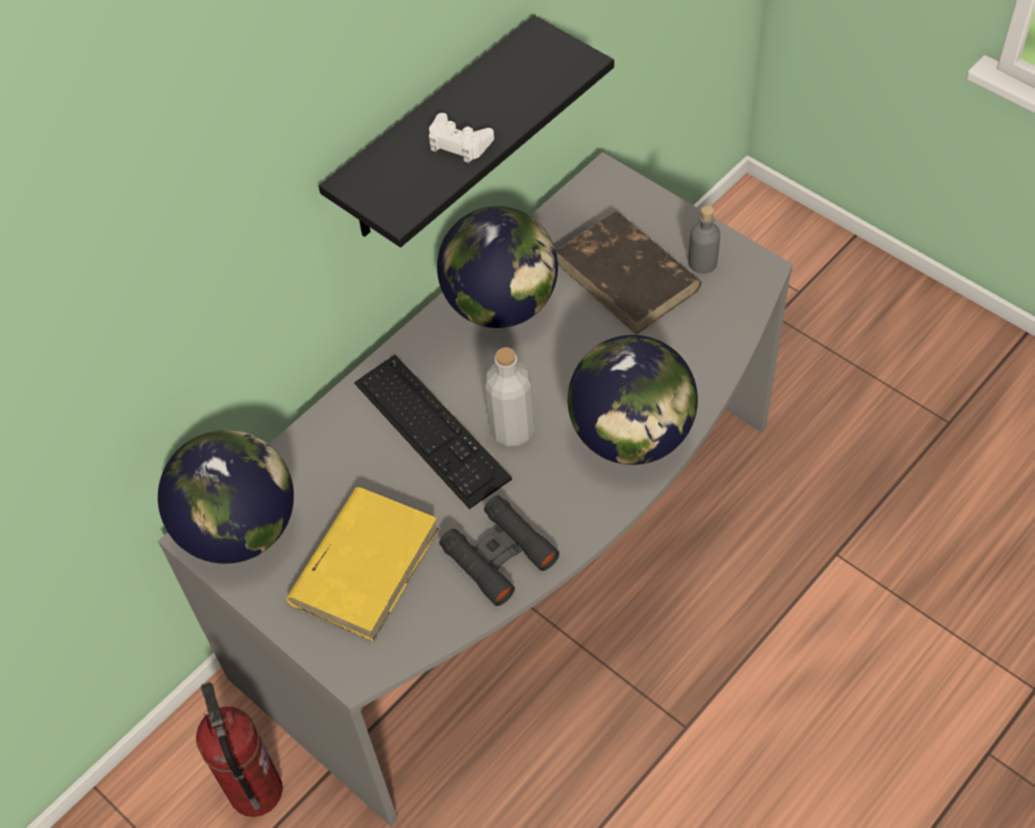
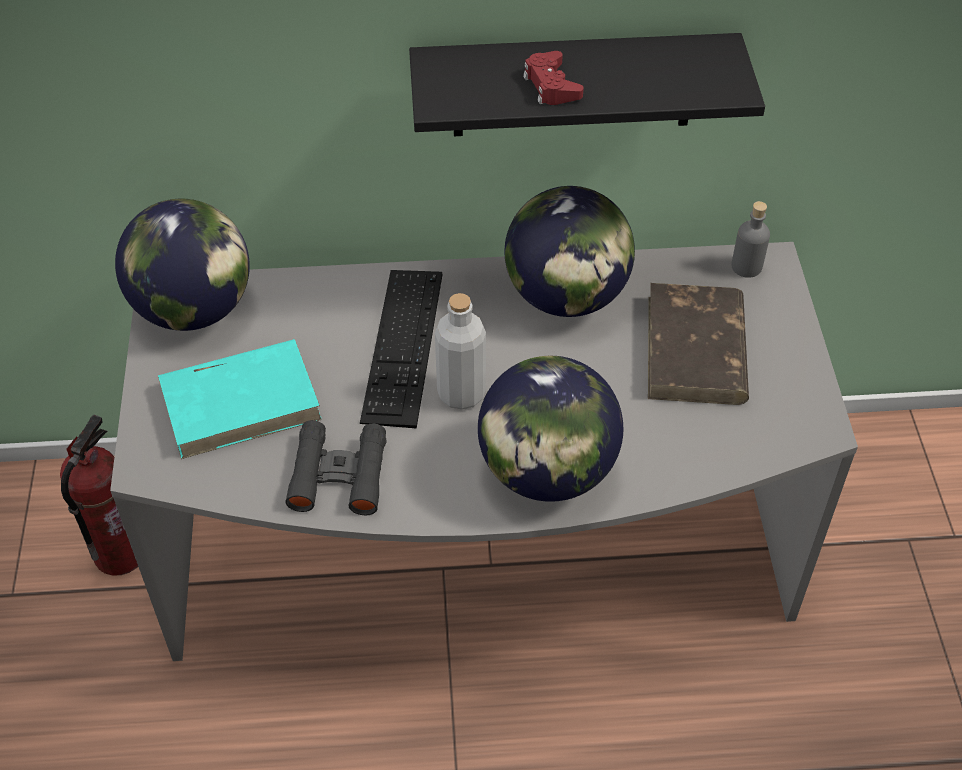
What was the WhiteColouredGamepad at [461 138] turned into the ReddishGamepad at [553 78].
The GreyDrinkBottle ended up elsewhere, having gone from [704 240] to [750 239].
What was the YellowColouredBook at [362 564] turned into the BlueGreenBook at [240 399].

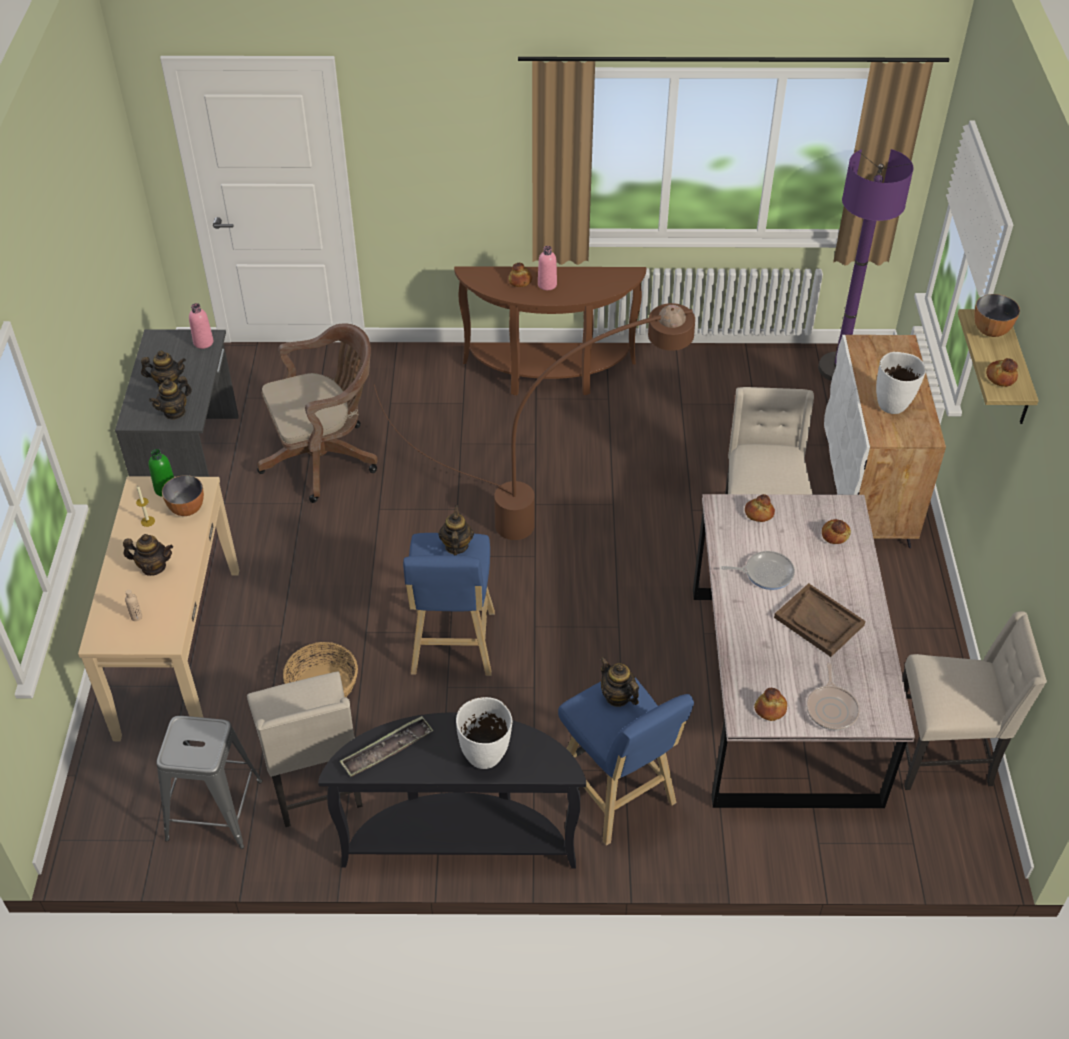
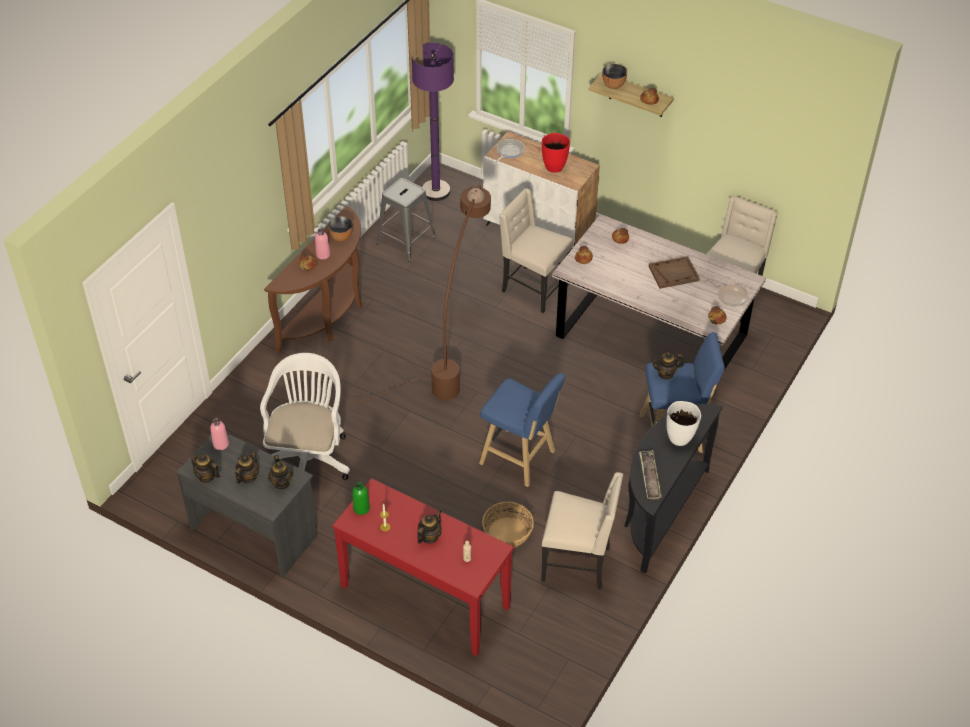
What was the BrownComputerChair at [317 413] turned into the WhiteColouredComputerChair at [305 416].
What was the WhiteColouredVase at [901 383] turned into the ReddishVase at [556 153].
The DeepDish ended up elsewhere, having gone from [183 495] to [340 228].
What was the BeigeColouredHallTable at [158 609] turned into the ReddishHallTable at [423 567].
The PotForTea ended up elsewhere, having gone from [456 530] to [205 468].
The FryingPan ended up elsewhere, having gone from [758 570] to [510 150].
The GreyStool ended up elsewhere, having gone from [209 782] to [406 220].

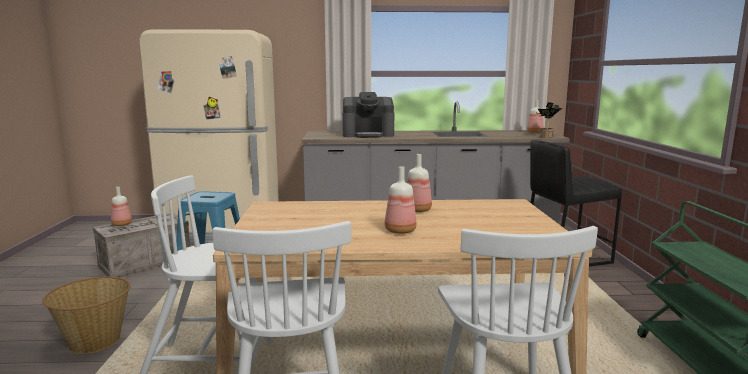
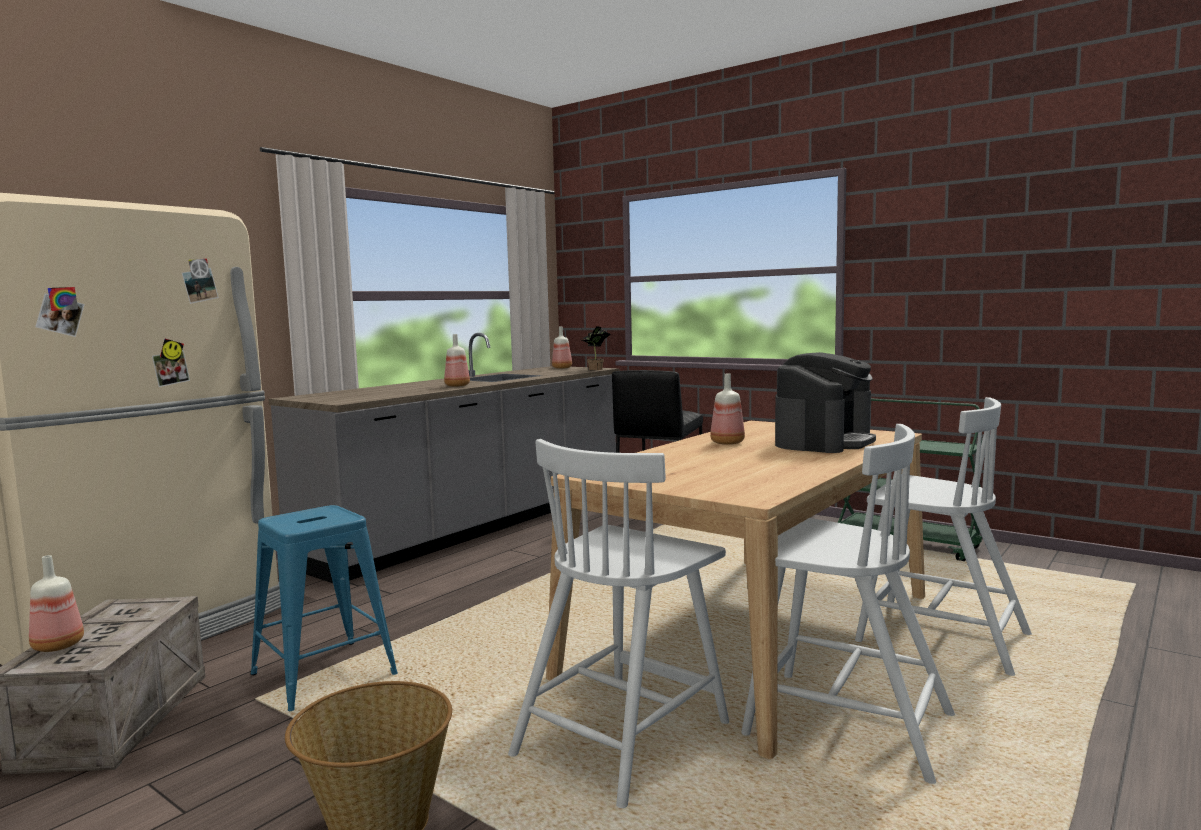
The CoffeeBrewer ended up elsewhere, having gone from [368 115] to [825 402].
The DrinkBottle ended up elsewhere, having gone from [400 200] to [457 360].

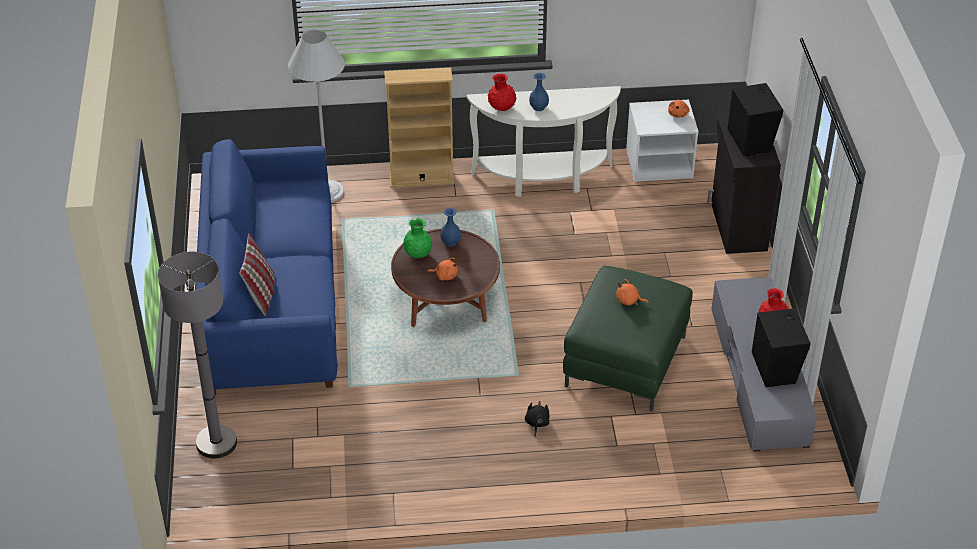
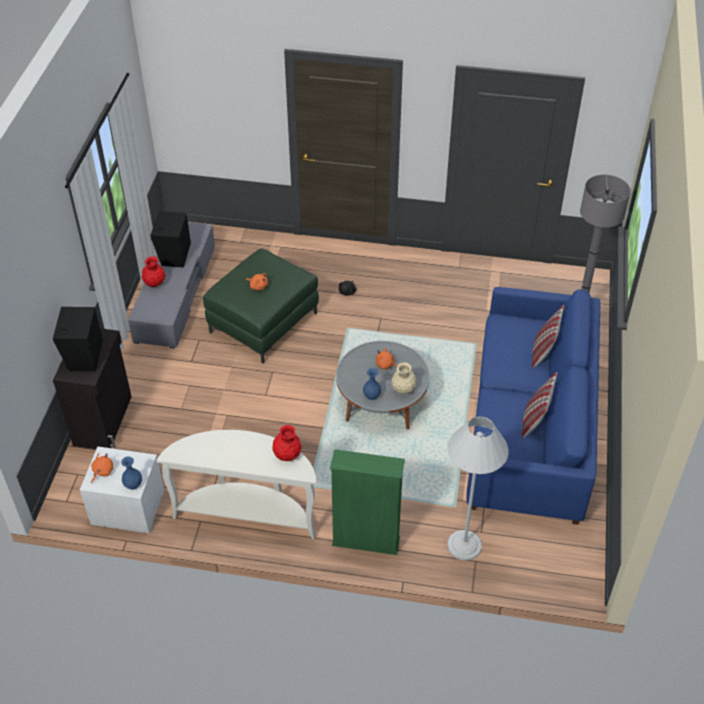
What was the BeigeColouredBookcase at [419 128] turned into the GreenColouredBookcase at [367 502].
The BlueVase ended up elsewhere, having gone from [539 92] to [131 473].
What was the GreenColouredVase at [417 238] turned into the BeigeColouredVase at [404 378].
What was the BrownLowTable at [445 278] turned into the GreyLowTable at [383 385].
The second view gained the Pillow at [539 405].

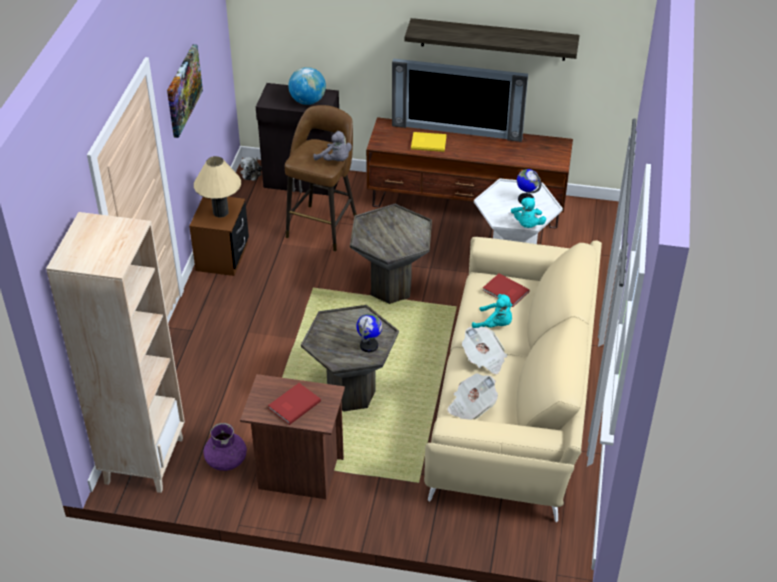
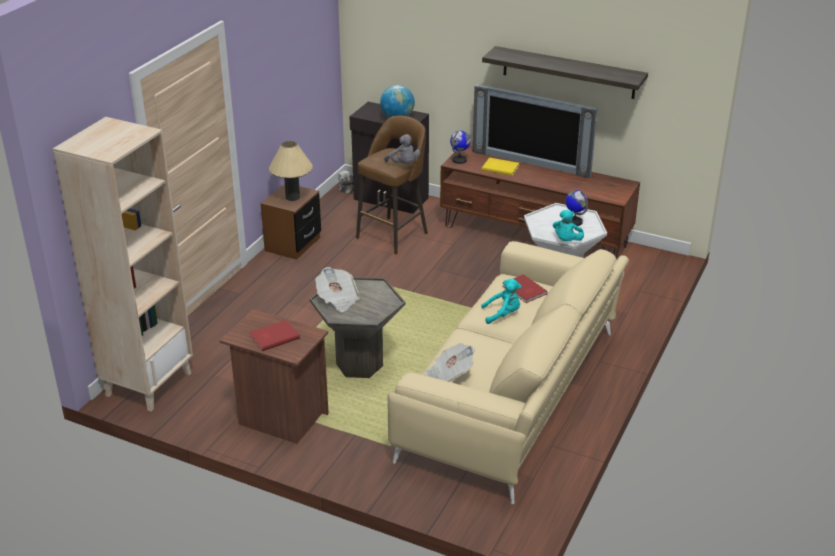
The second view lost the Picture at [185 91].
The second view lost the GreySideTable at [391 254].
The BlueGreenCuddlyToy at [492 311] ended up facing another way, 45 degrees counterclockwise from before.
The WorldGlobe ended up elsewhere, having gone from [369 332] to [460 147].
The PrintedPaper ended up elsewhere, having gone from [484 350] to [337 289].
The second view lost the PurplishVase at [225 447].

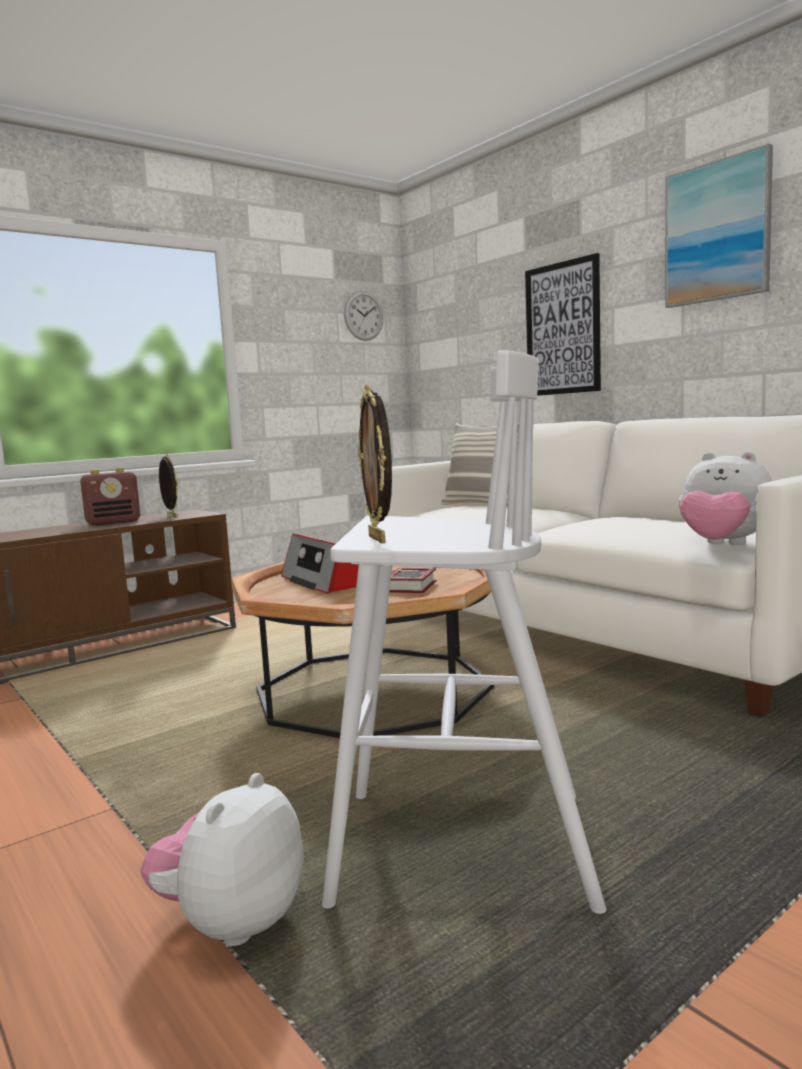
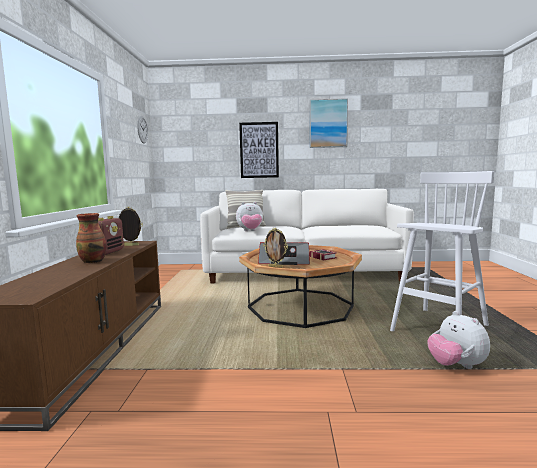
The PhotoFrame ended up elsewhere, having gone from [375 464] to [275 248].
The CuddlyToy ended up elsewhere, having gone from [725 498] to [249 216].
The second view gained the Vase at [91 238].

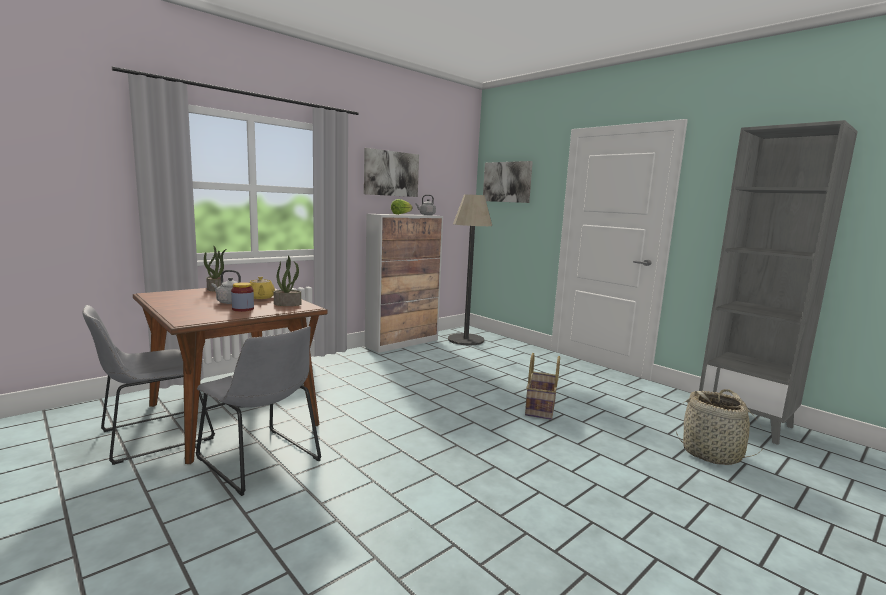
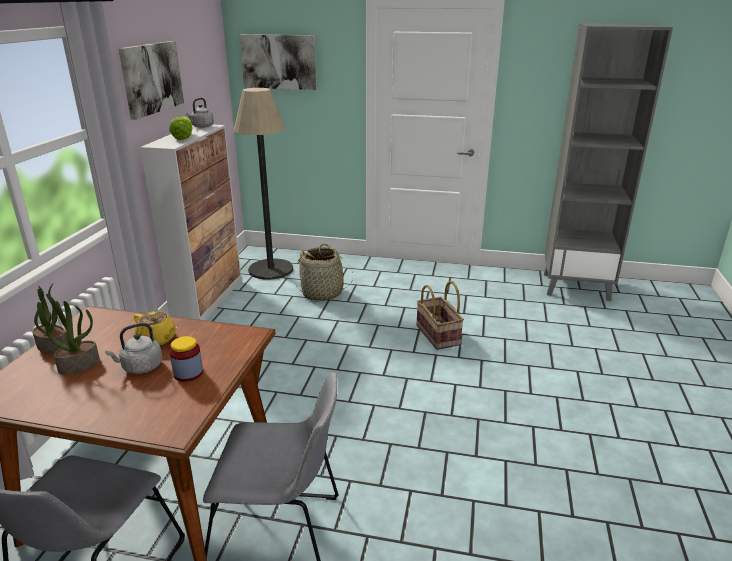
The PottedPlant ended up elsewhere, having gone from [287 281] to [73 338].
The StorageBasket ended up elsewhere, having gone from [720 427] to [324 272].

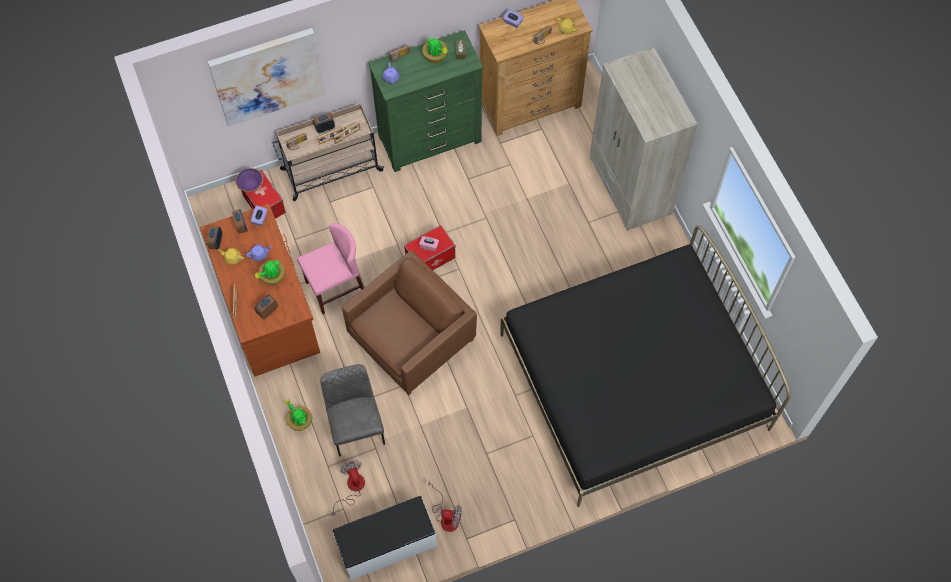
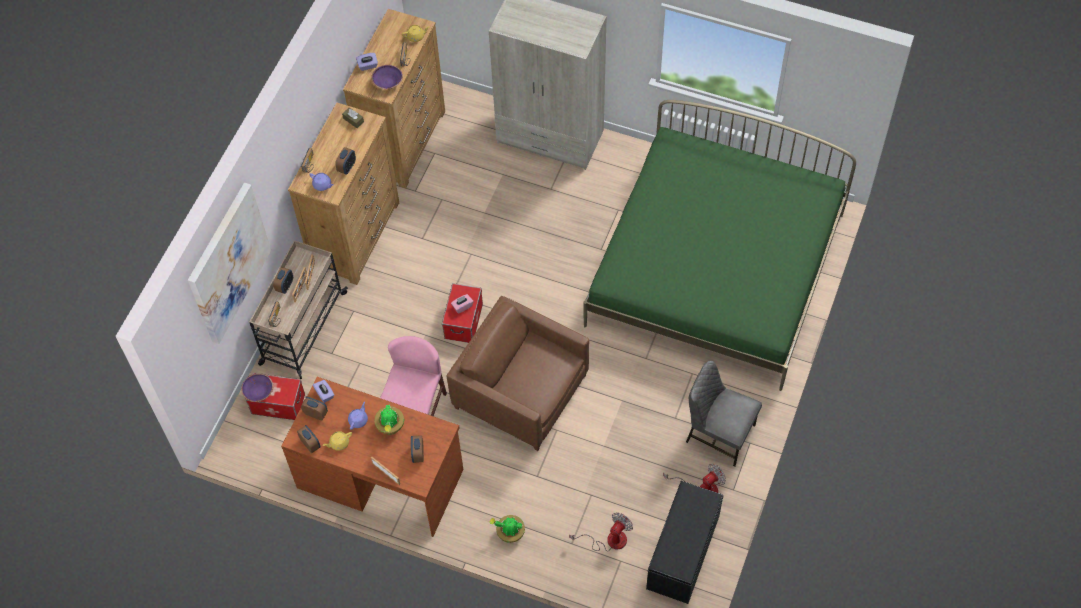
What was the GreenColouredChestOfDrawers at [425 101] turned into the BrownChestOfDrawers at [343 193].
The second view lost the PottedPlant at [435 51].
What was the BlackBedroomBed at [645 366] turned into the GreenColouredBedroomBed at [720 245].
The BrownArmchair at [409 323] ended up facing another way, 60 degrees counterclockwise from before.
The GreyPlainChair ended up elsewhere, having gone from [352 410] to [724 413].
The CoolingFan at [348 488] ended up facing another way, 105 degrees clockwise from before.
What was the WhiteColouredBench at [385 538] turned into the BlackBench at [684 542].
The second view gained the PurplishDeepDish at [387 77].
The second view gained the TableClock at [345 160].

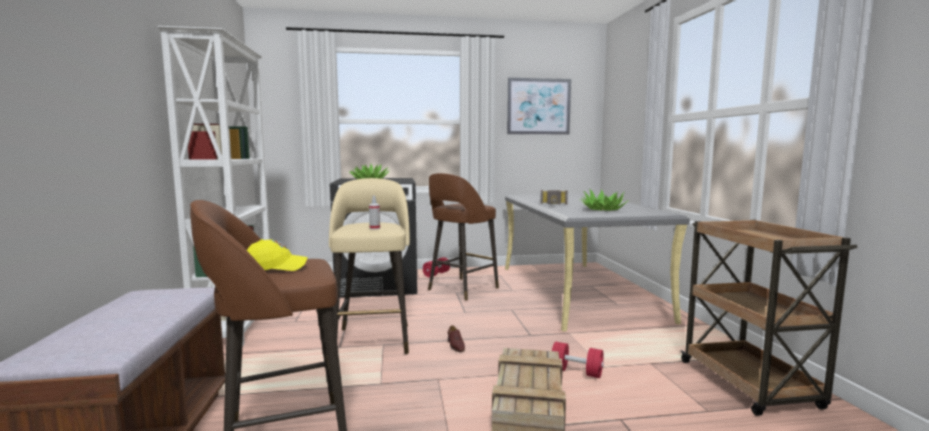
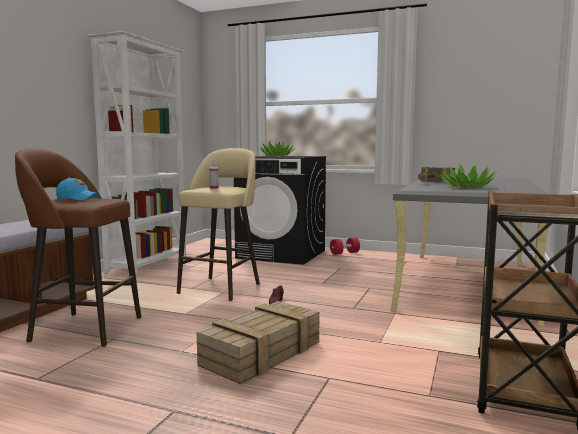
The second view lost the Picture at [539 106].
The second view lost the BrownStool at [463 237].
What was the YellowColouredCap at [277 255] turned into the BlueCap at [78 189].
The second view lost the ReddishFreeWeight at [578 360].

